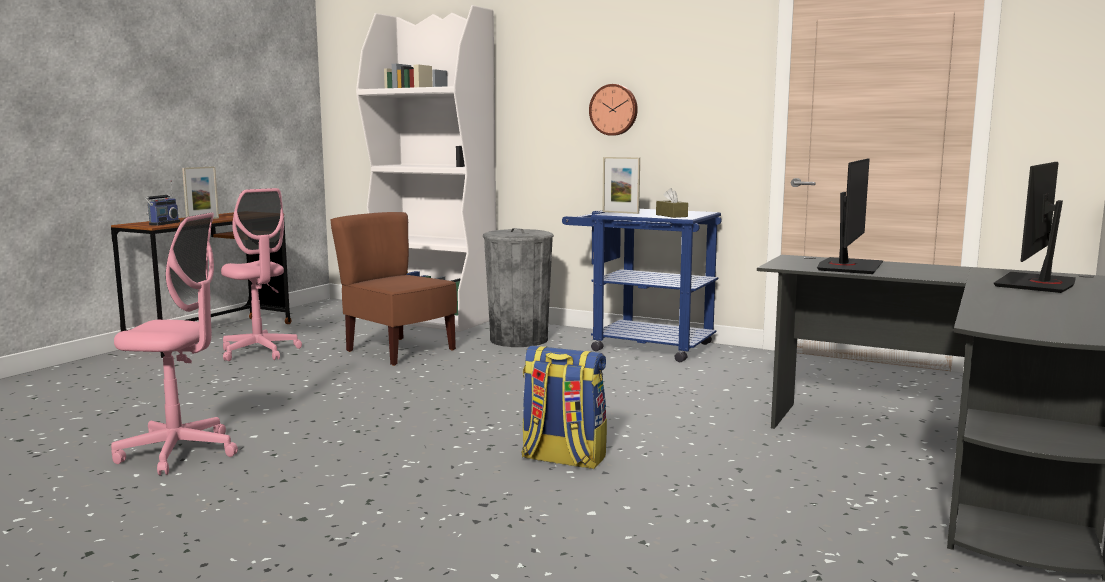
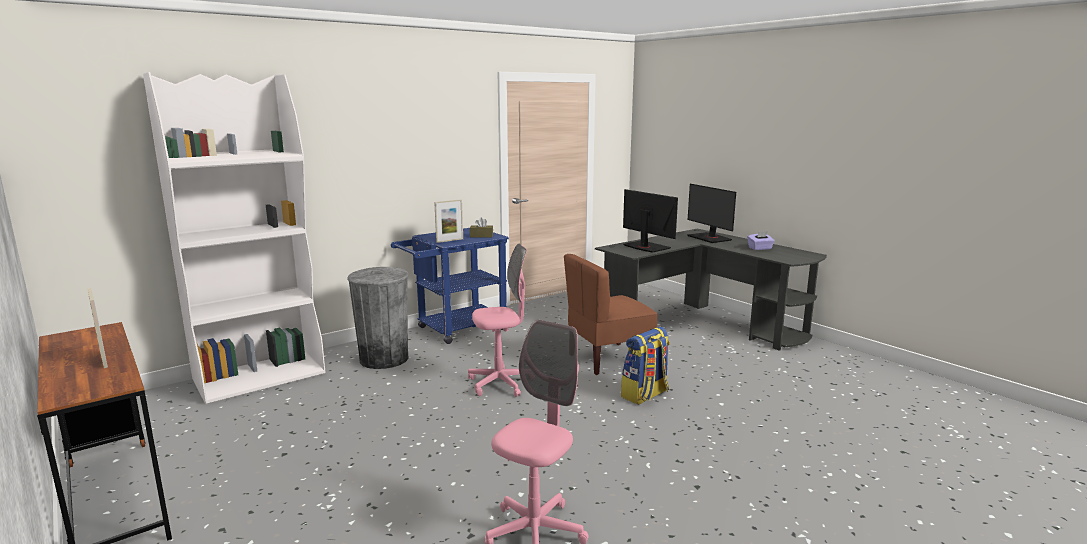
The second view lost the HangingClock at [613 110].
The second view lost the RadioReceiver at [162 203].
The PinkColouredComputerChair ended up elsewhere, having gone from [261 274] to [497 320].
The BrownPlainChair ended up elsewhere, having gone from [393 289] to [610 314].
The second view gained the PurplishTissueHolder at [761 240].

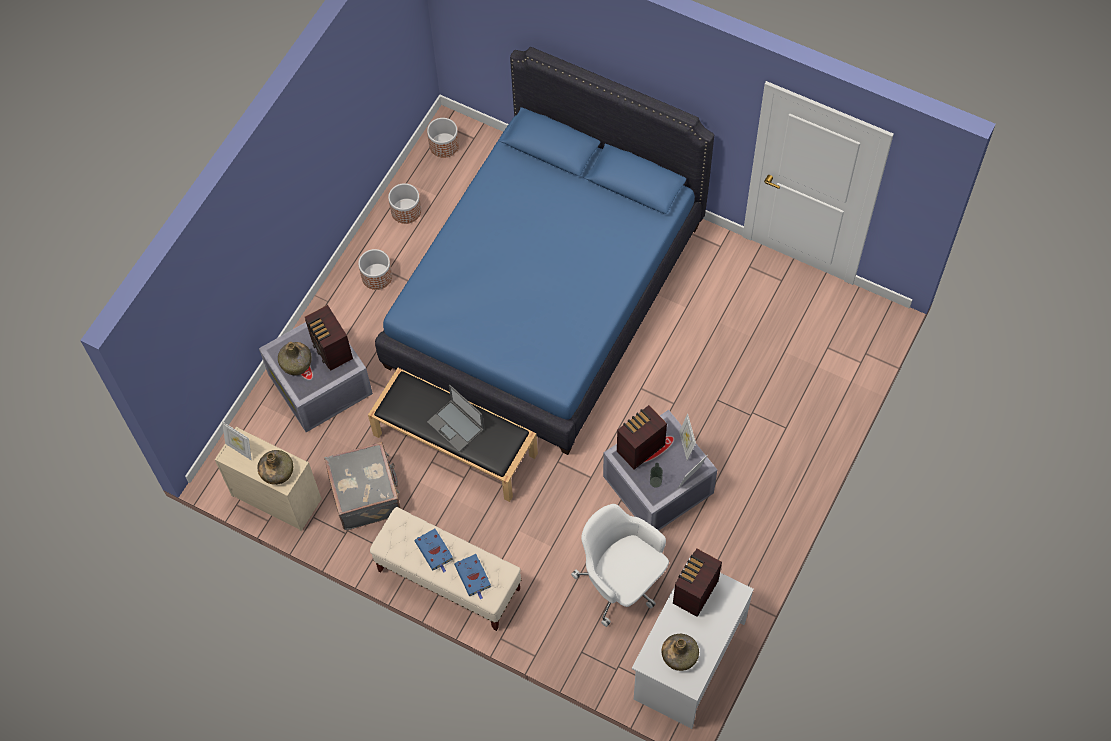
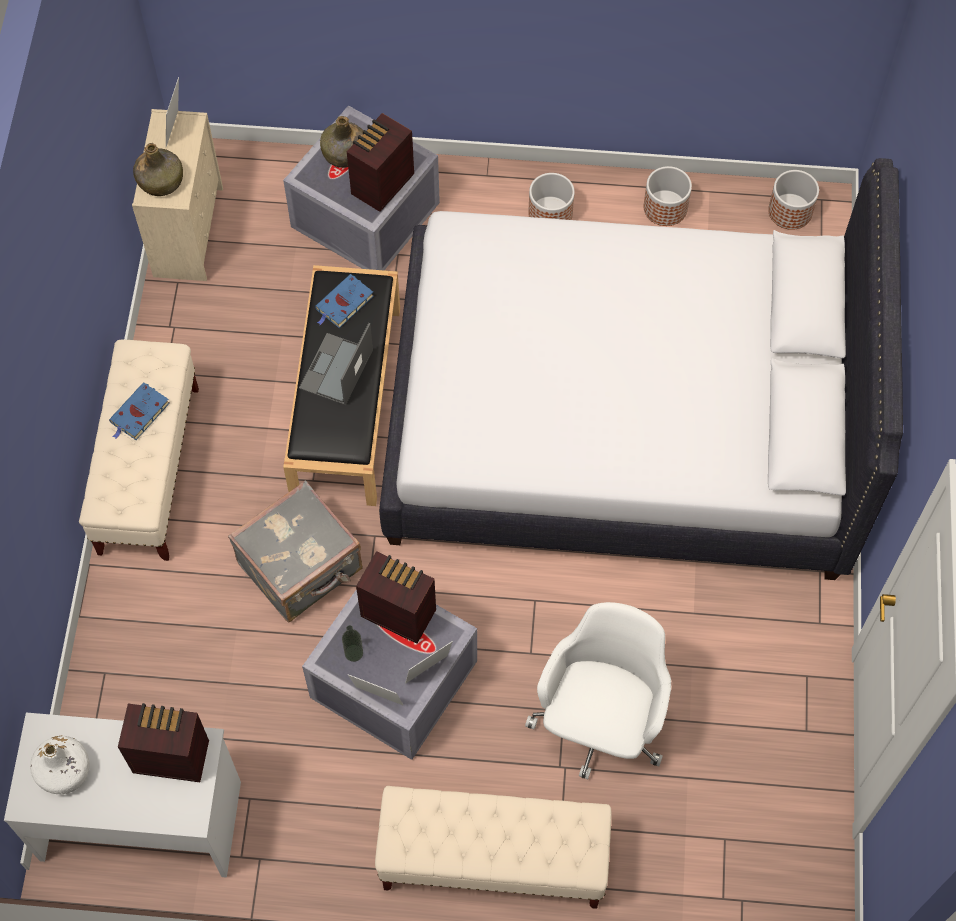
What was the BlueBedroomBed at [545 251] turned into the WhiteColouredBedroomBed at [641 369].
The GreySuitcase ended up elsewhere, having gone from [362 486] to [295 552].
The WhiteColouredComputerChair ended up elsewhere, having gone from [620 565] to [598 690].
The BlueBook ended up elsewhere, having gone from [472 577] to [344 301].
What was the GreenColouredDrinkBottle at [680 652] turned into the WhiteColouredDrinkBottle at [59 765].
The second view gained the BeigeColouredBench at [493 847].

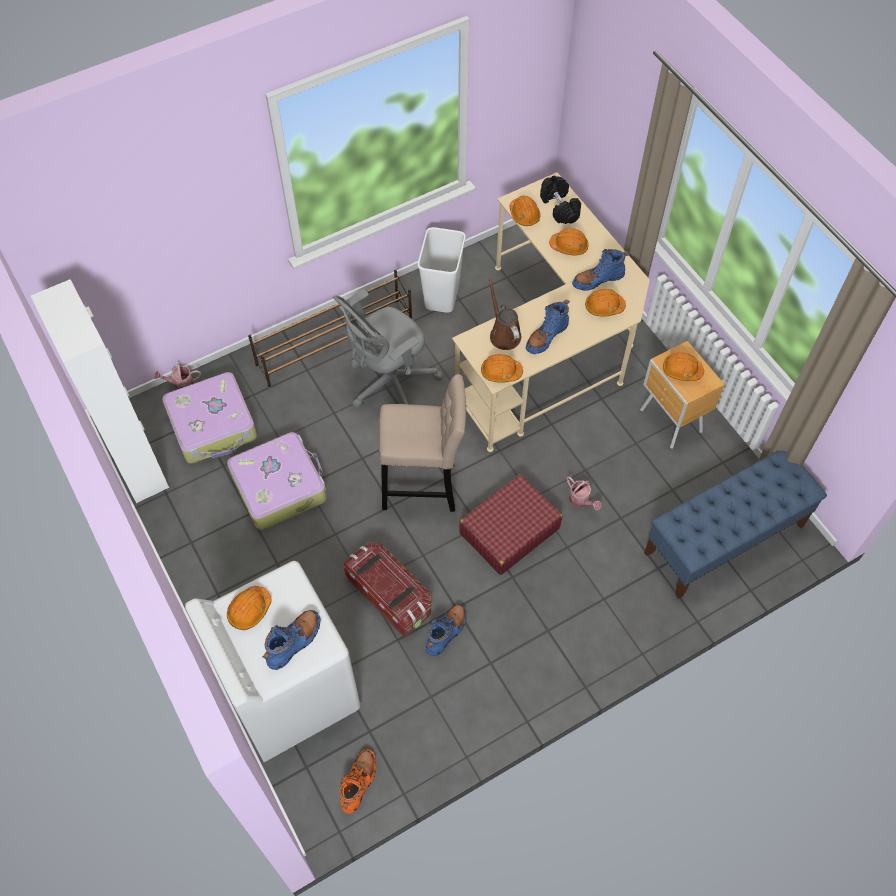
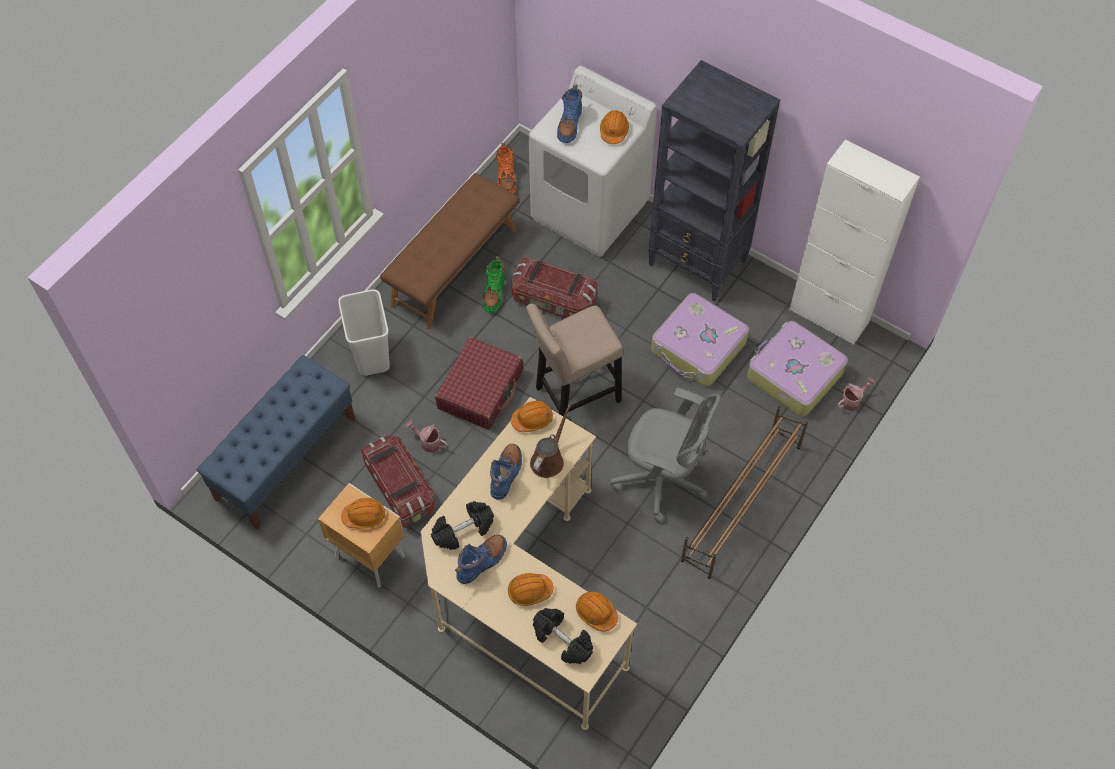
The WhiteColouredWasteBin ended up elsewhere, having gone from [442 270] to [364 332].
The BrownWateringPot at [505 314] ended up facing another way, 105 degrees counterclockwise from before.
The GreyComputerChair at [388 349] ended up facing another way, 90 degrees clockwise from before.
Where the OrangeHardHat stood at [605 302], the BlackFreeWeight came to stand at [462 525].
What was the BlueBoot at [446 630] turned into the GreenColouredBoot at [493 284].
The second view gained the BlackBookcase at [714 181].
The second view gained the BrownBench at [450 251].
The second view gained the StorageBox at [398 481].

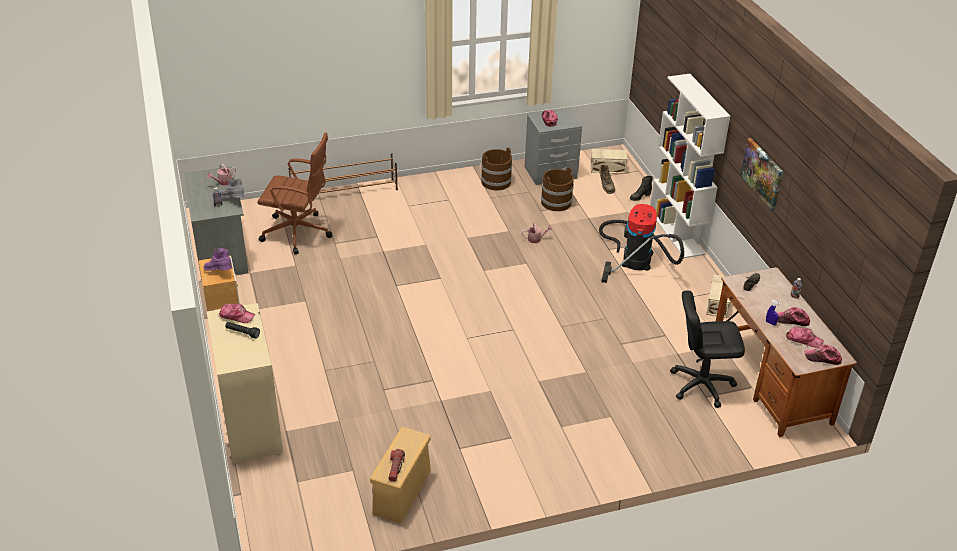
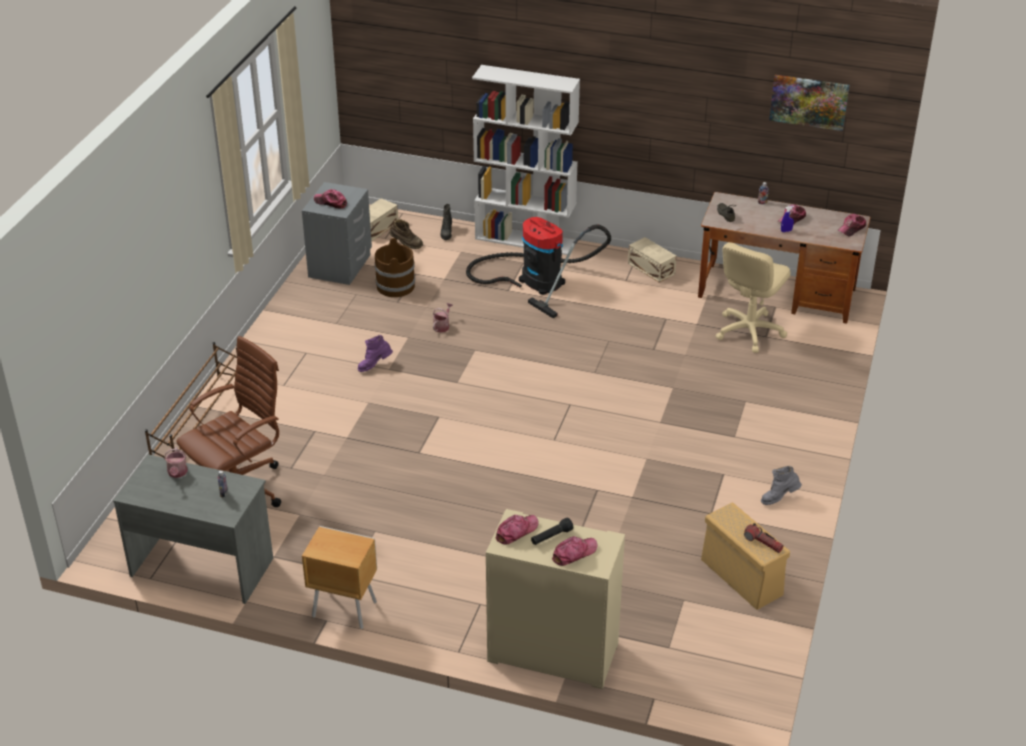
The Picture ended up elsewhere, having gone from [761 174] to [809 102].
The second view lost the BrownWaterBucket at [496 168].
The GreyBoot ended up elsewhere, having gone from [233 187] to [781 485].
The PurplishBoot ended up elsewhere, having gone from [218 259] to [375 353].
What was the BlackComputerChair at [707 349] turned into the BeigeColouredComputerChair at [753 297].
The Cap ended up elsewhere, having gone from [805 337] to [574 551].

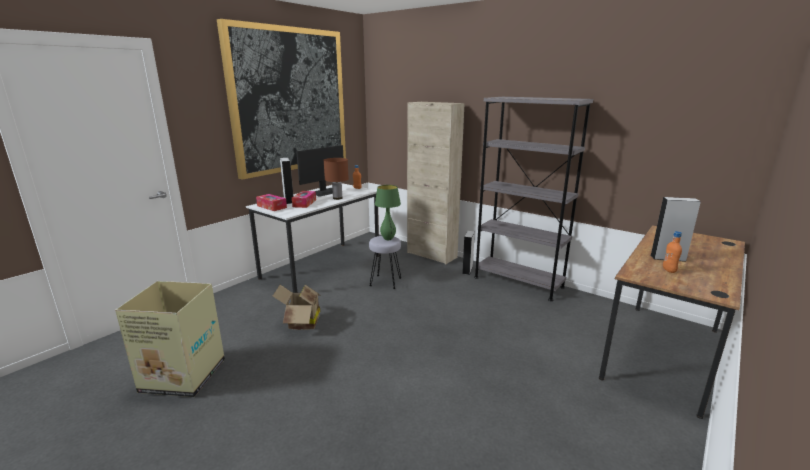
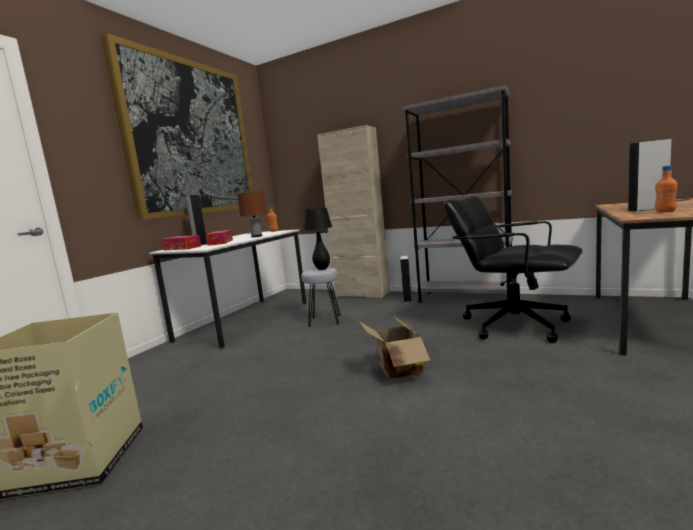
The second view lost the ComputerDisplay at [319 171].
What was the GreenColouredLampForATable at [388 212] turned into the BlackLampForATable at [317 239].
The PackingBox ended up elsewhere, having gone from [296 307] to [395 347].
The second view gained the BlackComputerChair at [513 269].

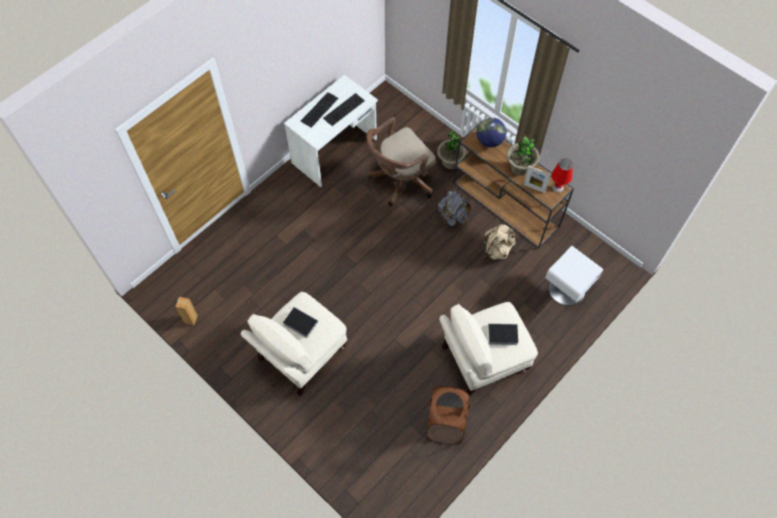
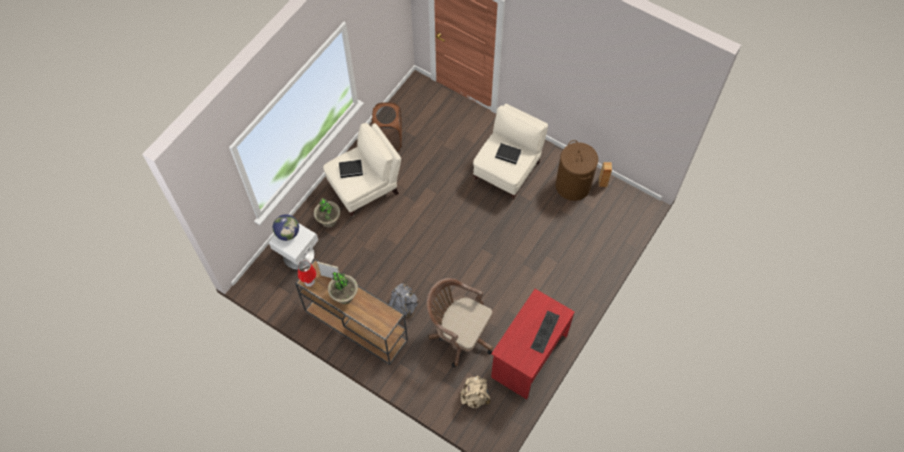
What was the WhiteColouredDeskTable at [331 131] turned into the ReddishDeskTable at [533 344].
The second view lost the ComputerKeyboard at [344 109].
The BrownComputerChair at [401 161] ended up facing another way, 105 degrees counterclockwise from before.
The WorldGlobe ended up elsewhere, having gone from [491 132] to [286 227].
The PottedPlant ended up elsewhere, having gone from [451 149] to [327 212].
The BeigeColouredBackpack ended up elsewhere, having gone from [500 243] to [475 392].
The second view gained the BrownHamper at [576 170].

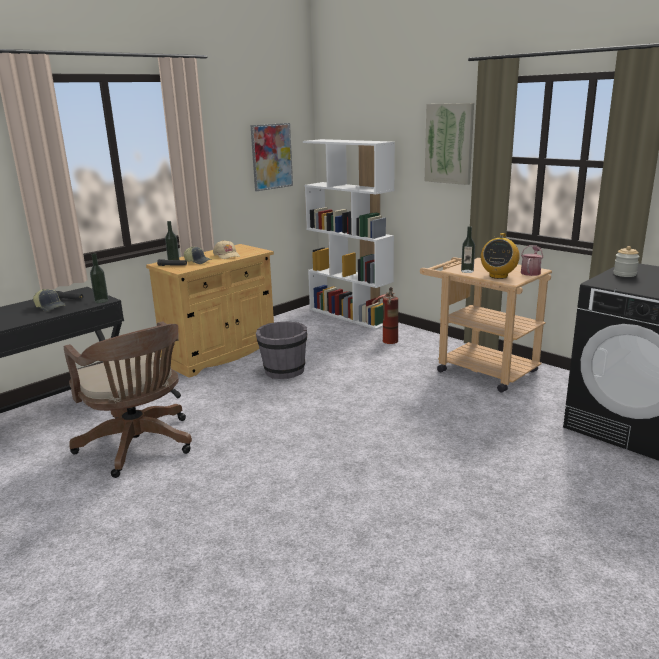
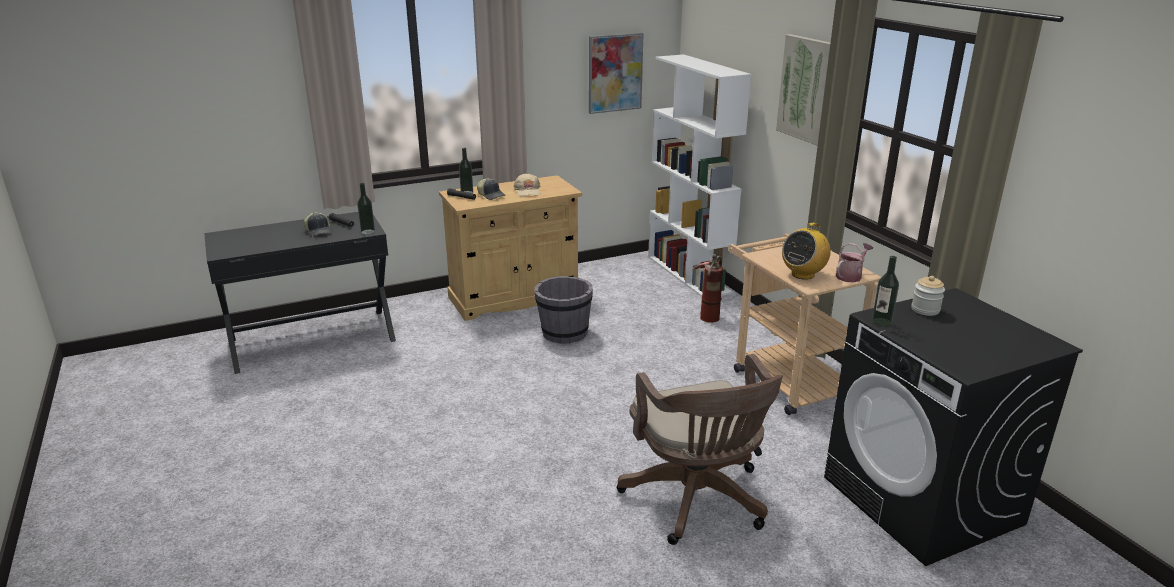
The DrinkBottle ended up elsewhere, having gone from [468 249] to [885 291].
The BrownComputerChair ended up elsewhere, having gone from [128 399] to [700 449].

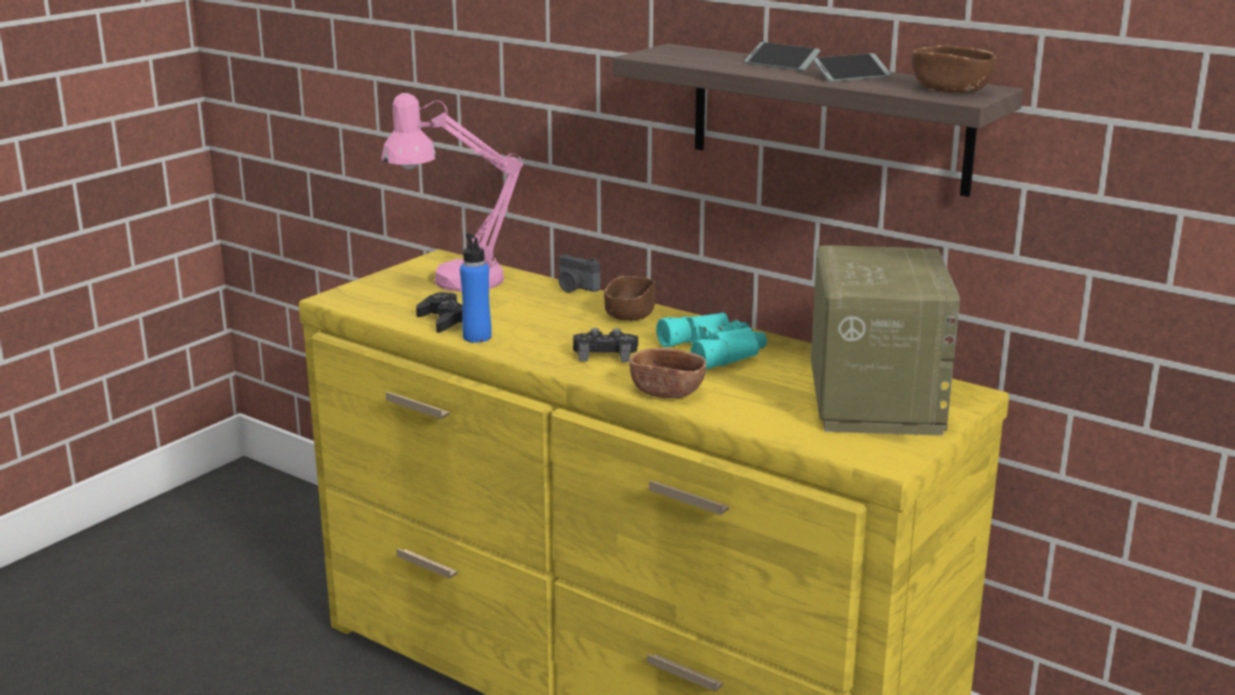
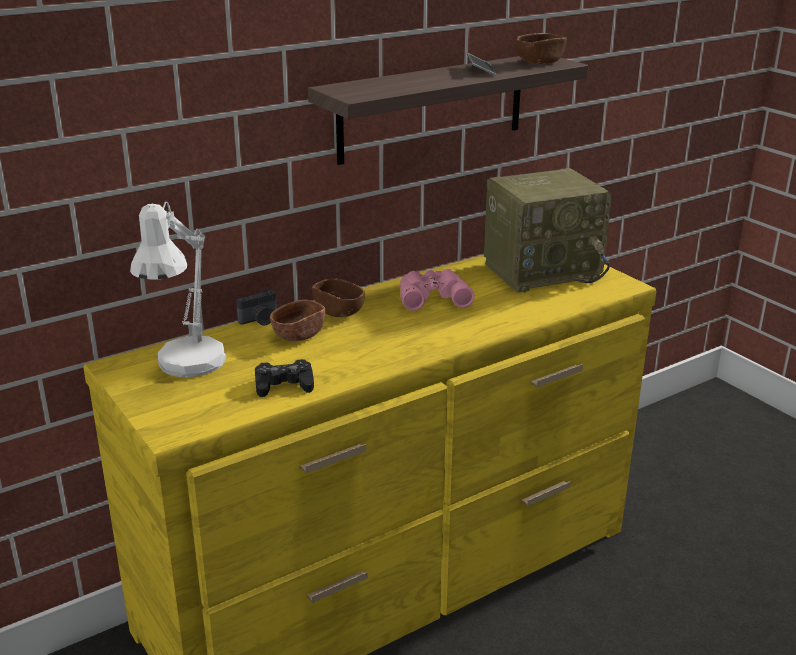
The second view lost the Handset at [782 56].
What was the PinkColouredLampForATable at [452 192] turned into the WhiteColouredLampForATable at [178 289].
The second view lost the BlueDrinkBottle at [476 288].
The RadioReceiver at [885 340] ended up facing another way, 135 degrees clockwise from before.
What was the BlueGreenPairOfBinoculars at [711 341] turned into the PinkColouredPairOfBinoculars at [437 290].
The second view lost the BlackGamepad at [605 345].
The BrownDeepDish ended up elsewhere, having gone from [668 373] to [297 320].

